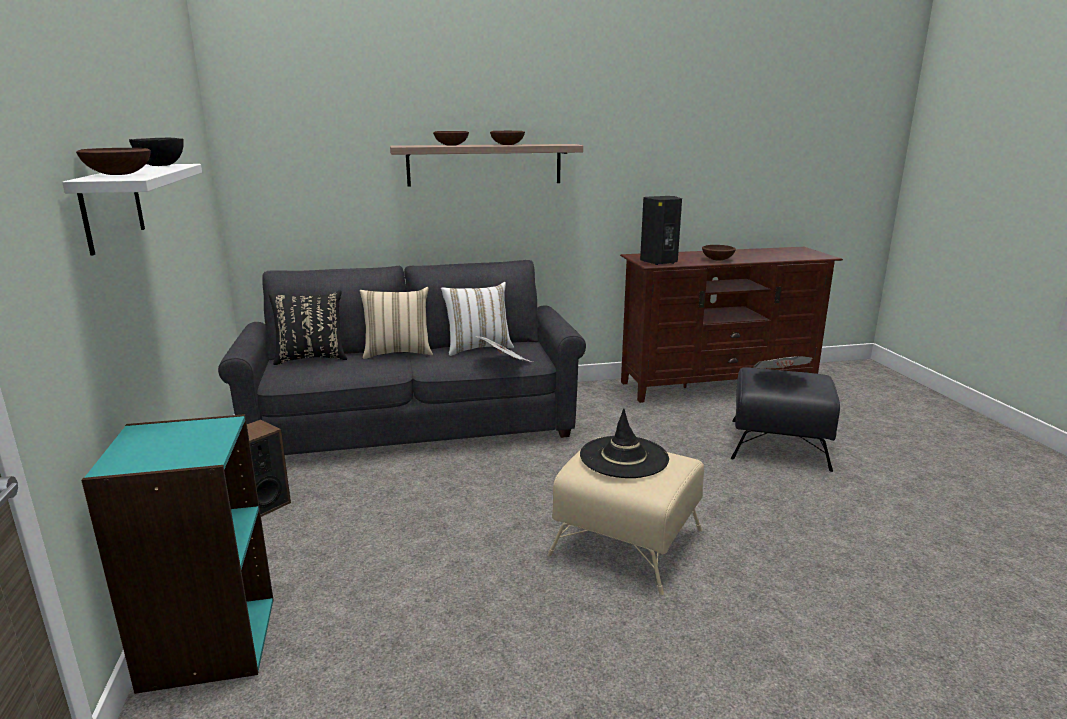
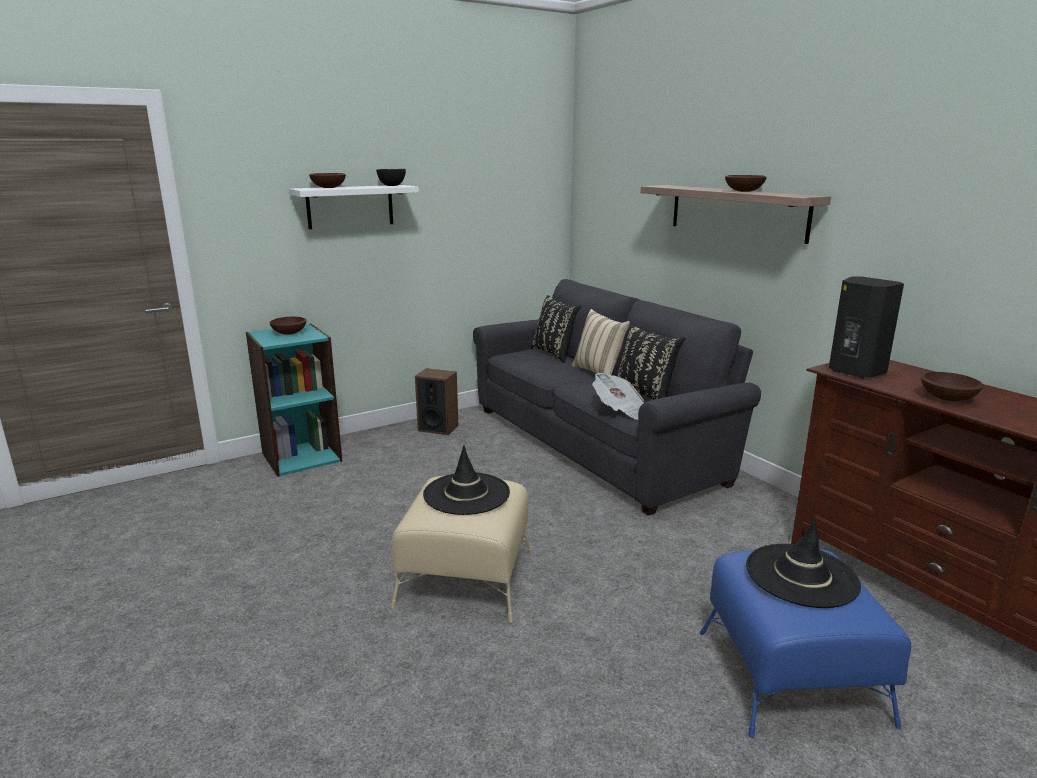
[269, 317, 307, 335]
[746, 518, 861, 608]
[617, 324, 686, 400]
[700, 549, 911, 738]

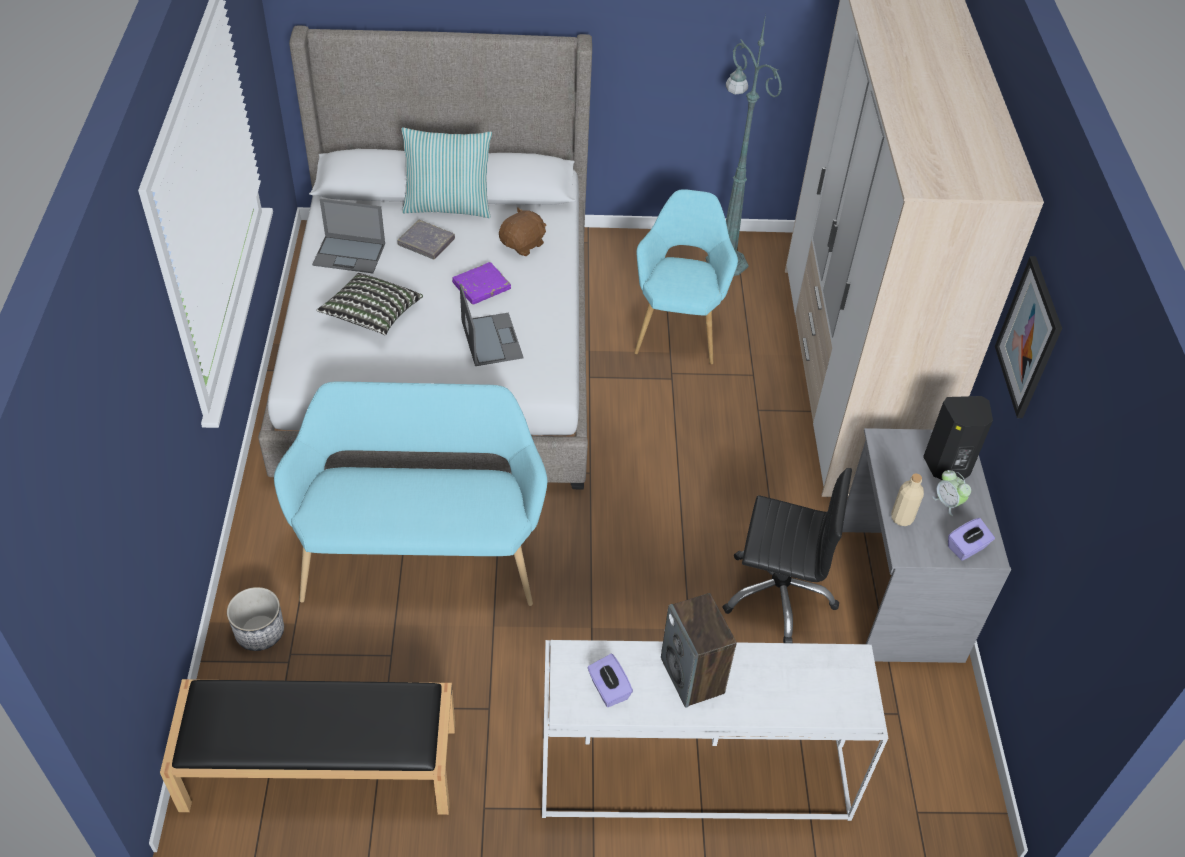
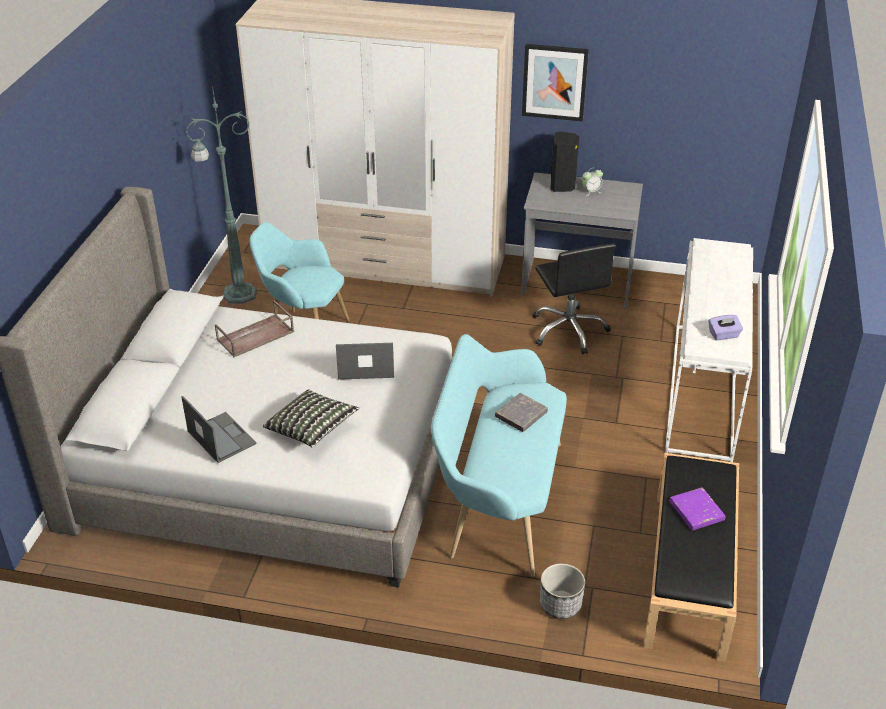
[401, 128, 492, 218] (first image)
[661, 593, 737, 708] (first image)
[891, 473, 924, 526] (first image)
[948, 518, 995, 561] (first image)
[495, 393, 548, 432]
[669, 487, 726, 530]
[215, 300, 294, 357]
[181, 396, 257, 463]
[532, 243, 615, 354]

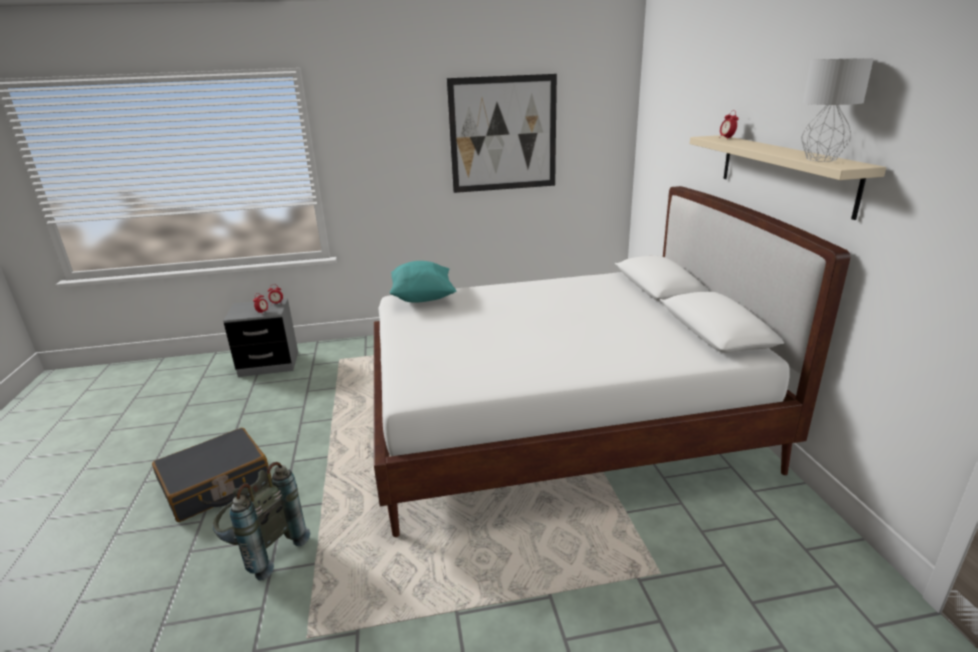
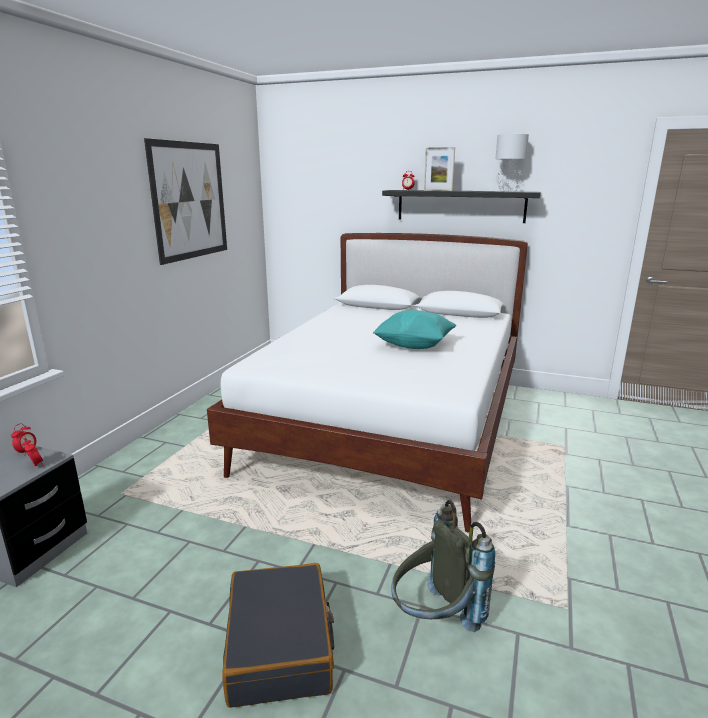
[424, 147, 455, 191]
[373, 310, 456, 349]
[382, 190, 541, 223]

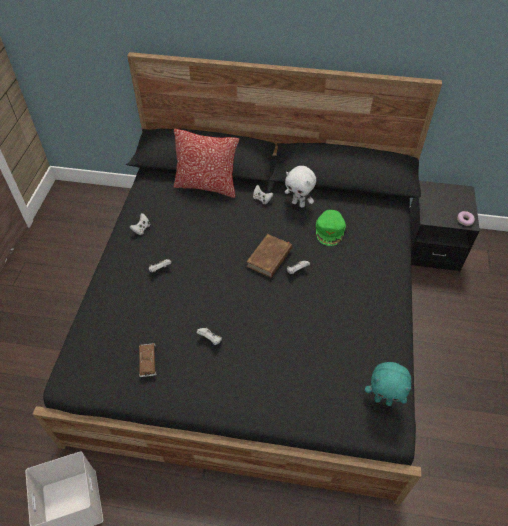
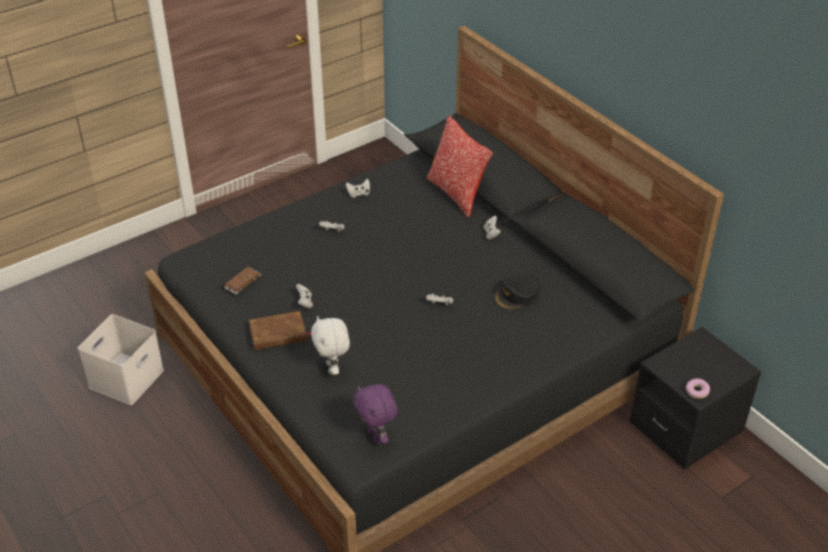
[249, 311, 311, 350]
[311, 316, 350, 375]
[494, 274, 541, 310]
[353, 384, 398, 444]

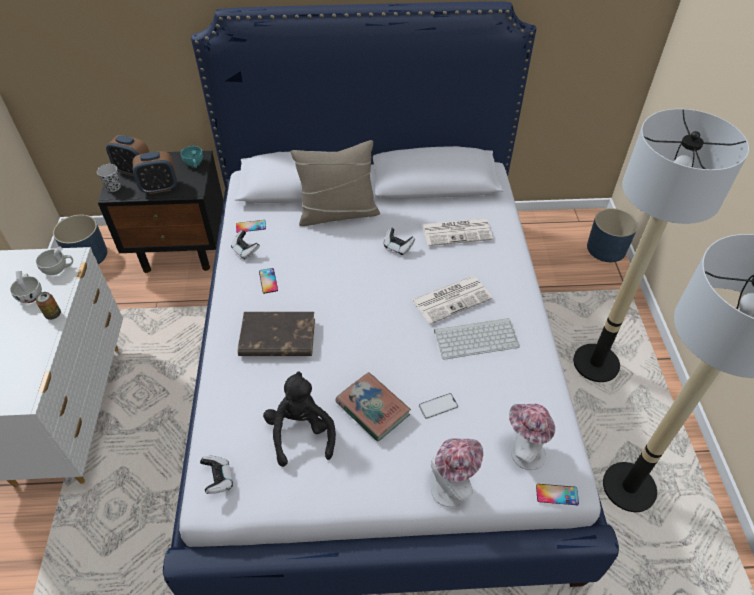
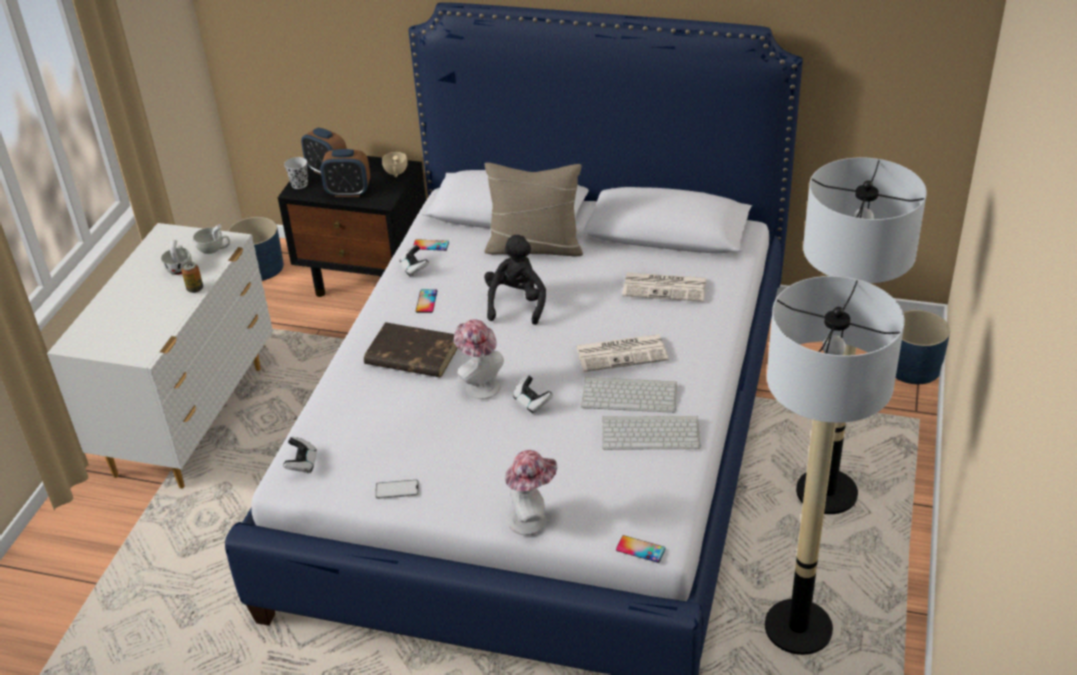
[335, 372, 411, 442] (first image)
[602, 416, 701, 450]
[484, 235, 546, 325]
[513, 375, 553, 413]
[375, 480, 419, 499]
[454, 319, 504, 399]
[382, 152, 408, 177]

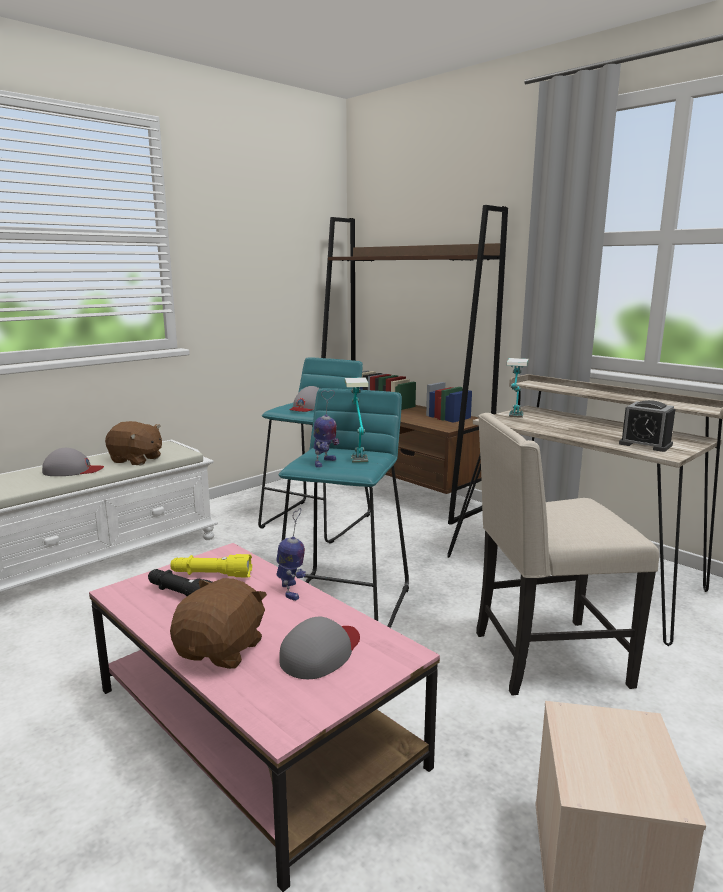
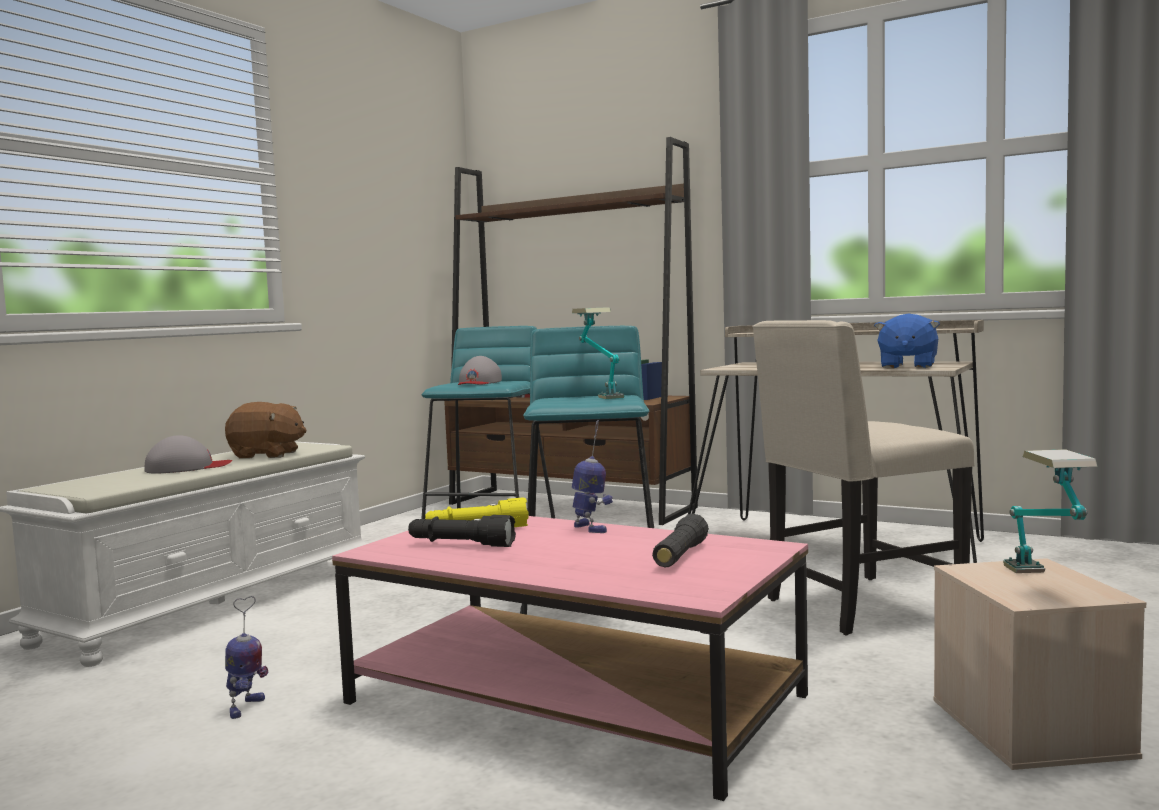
[170, 578, 267, 669] (first image)
[225, 596, 269, 719]
[1003, 449, 1098, 573]
[652, 514, 709, 568]
[874, 313, 940, 369]

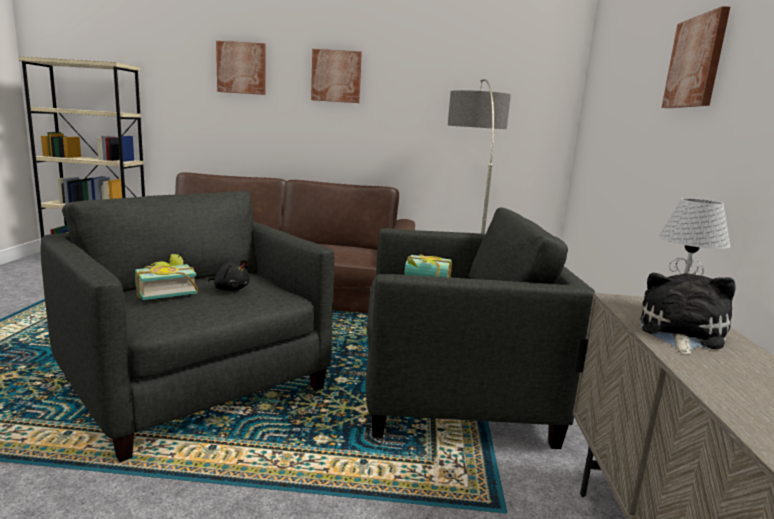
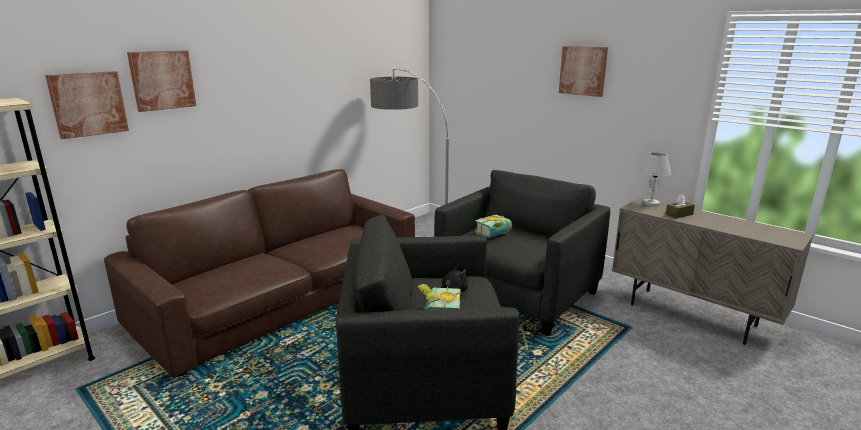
[45, 71, 129, 139]
[666, 194, 695, 219]

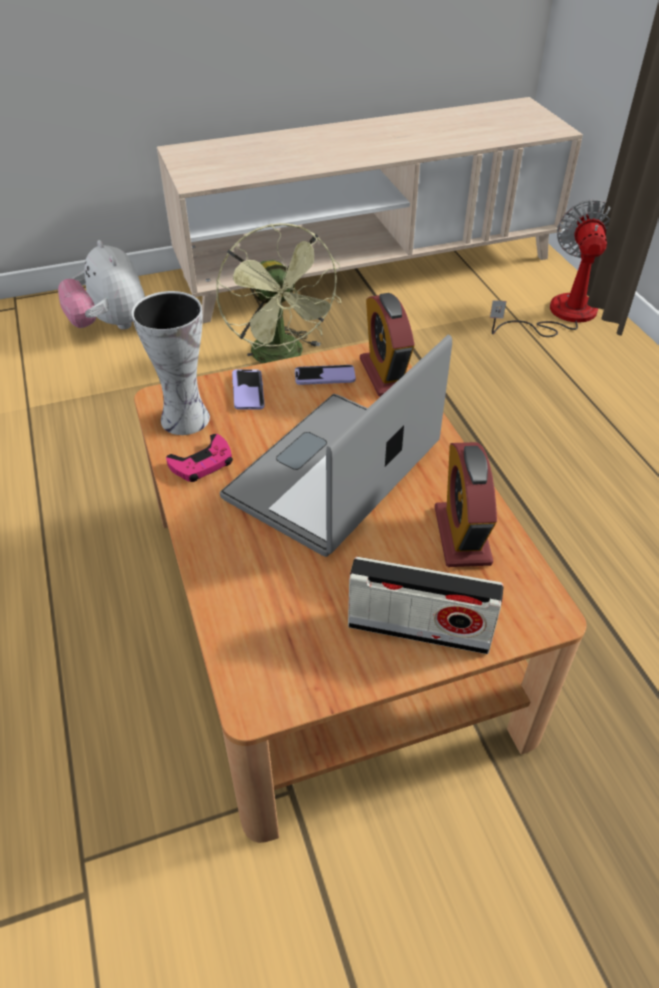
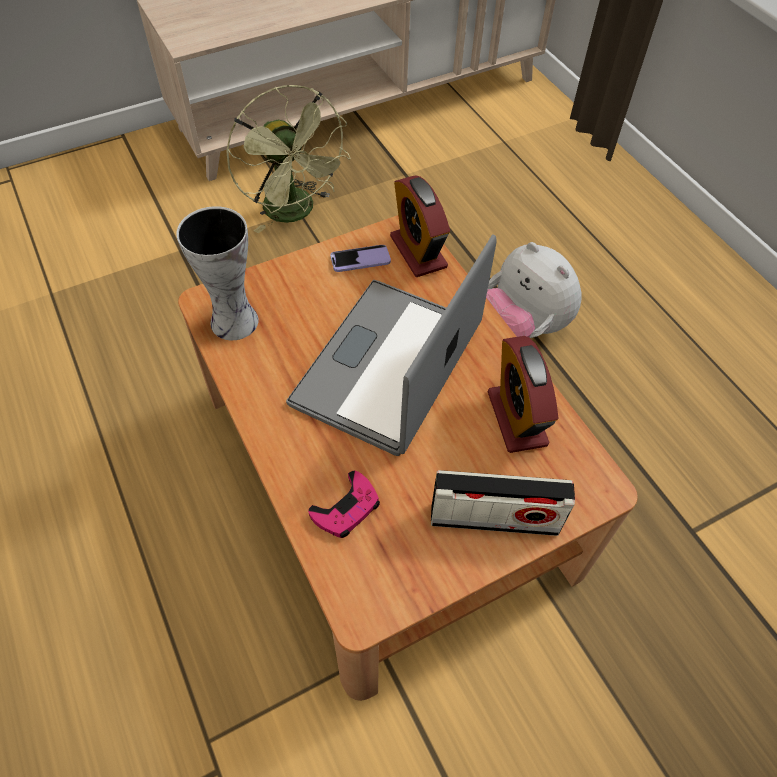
[232, 369, 265, 410] (first image)
[490, 199, 610, 337] (first image)
[486, 242, 582, 338]
[308, 470, 380, 538]

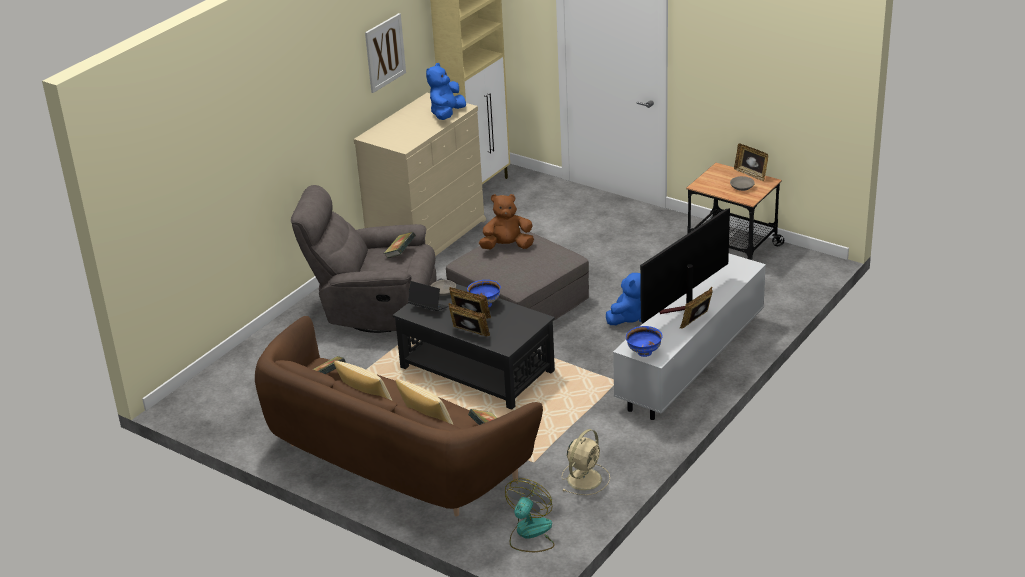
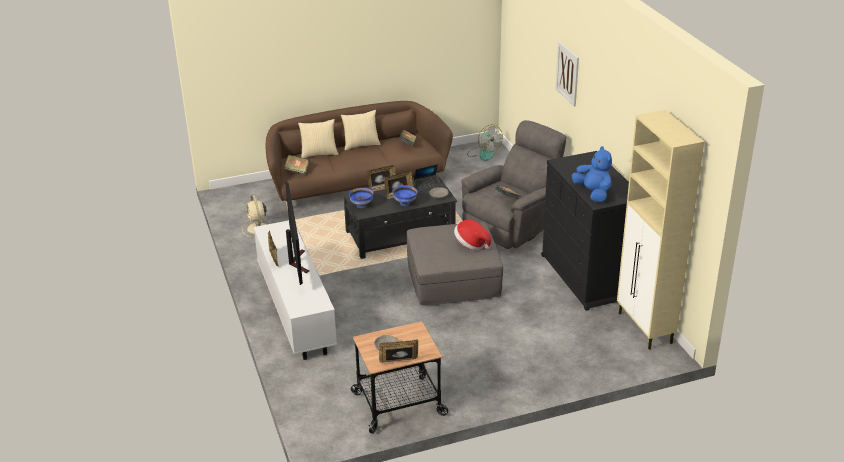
[606, 273, 641, 325] (first image)
[555, 41, 579, 106]
[467, 125, 503, 161]
[349, 188, 374, 208]
[454, 220, 491, 250]
[541, 151, 629, 311]

